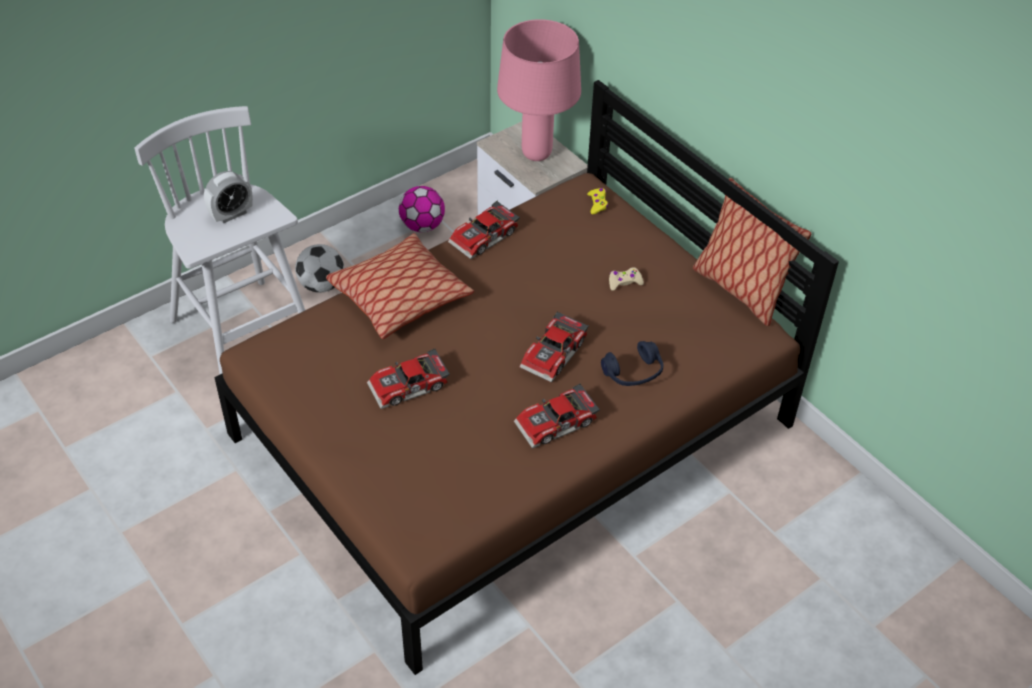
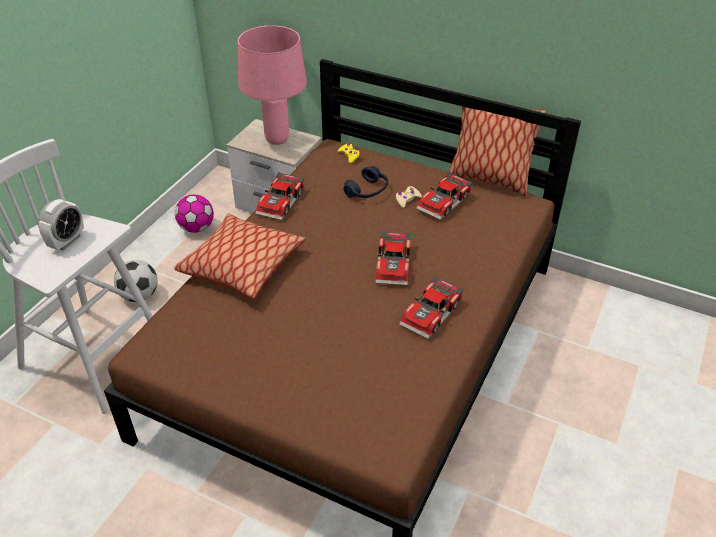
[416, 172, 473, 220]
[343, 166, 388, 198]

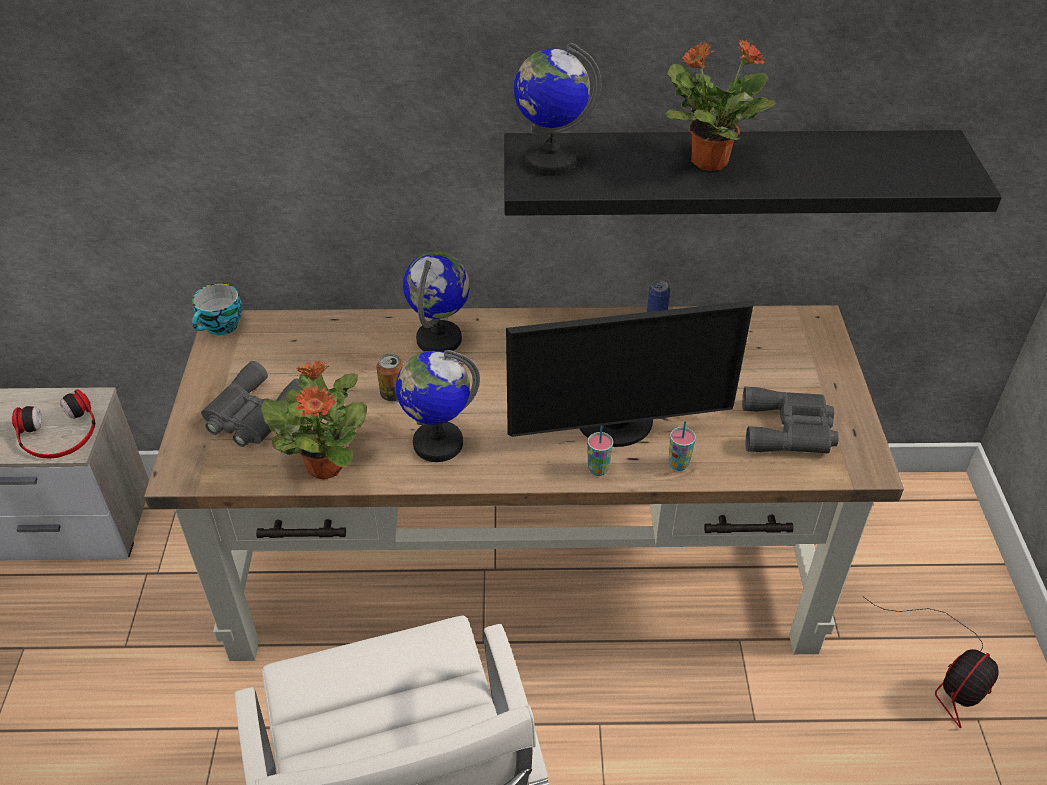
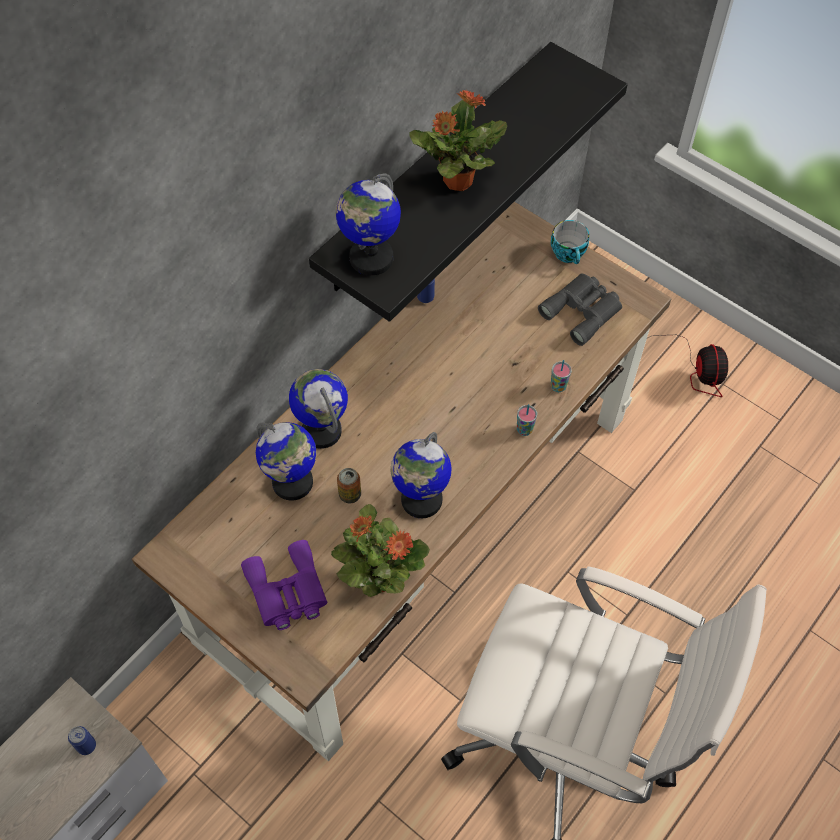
[506, 300, 754, 447] (first image)
[256, 422, 317, 501]
[551, 220, 589, 264]
[68, 726, 96, 755]
[241, 540, 327, 630]

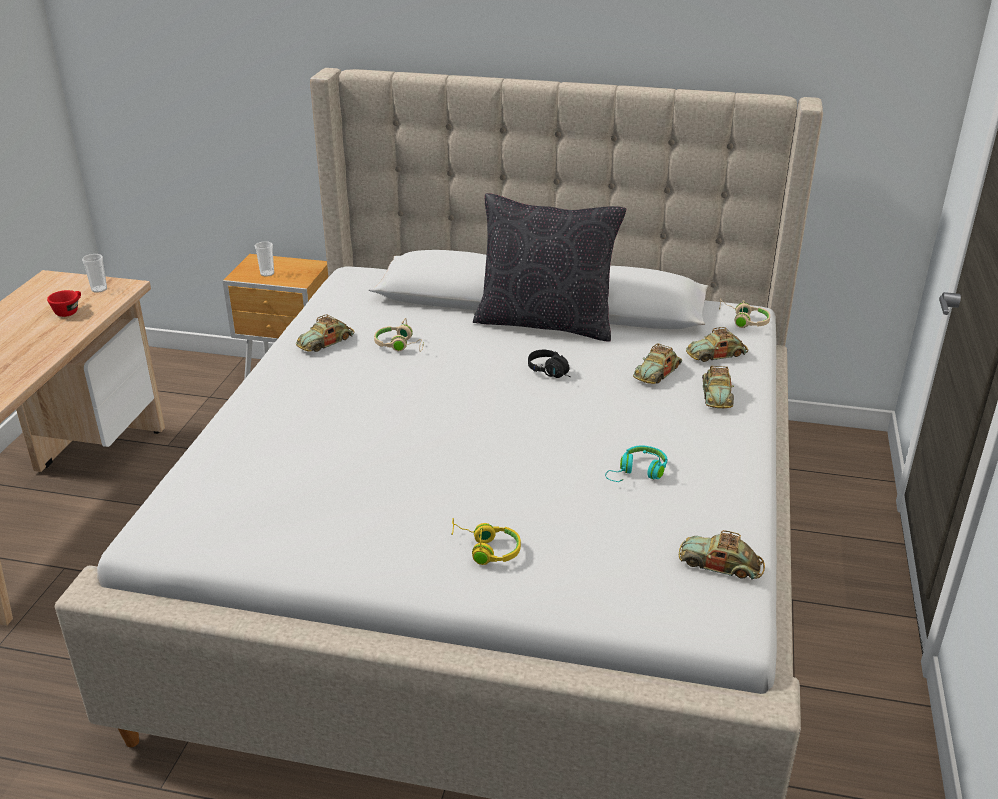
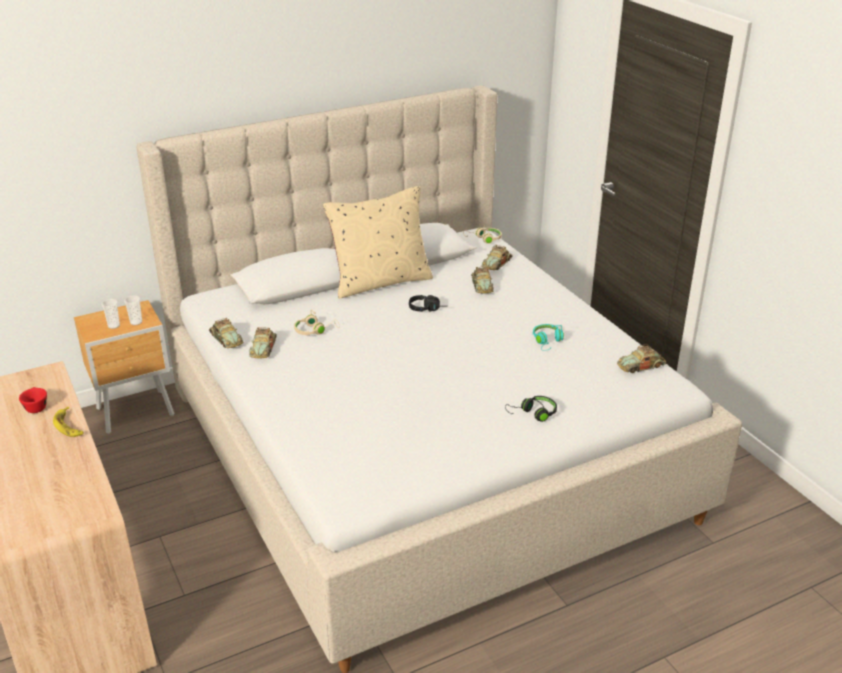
[53, 407, 84, 437]
[124, 296, 142, 325]
[209, 318, 243, 348]
[505, 396, 557, 422]
[323, 186, 433, 299]

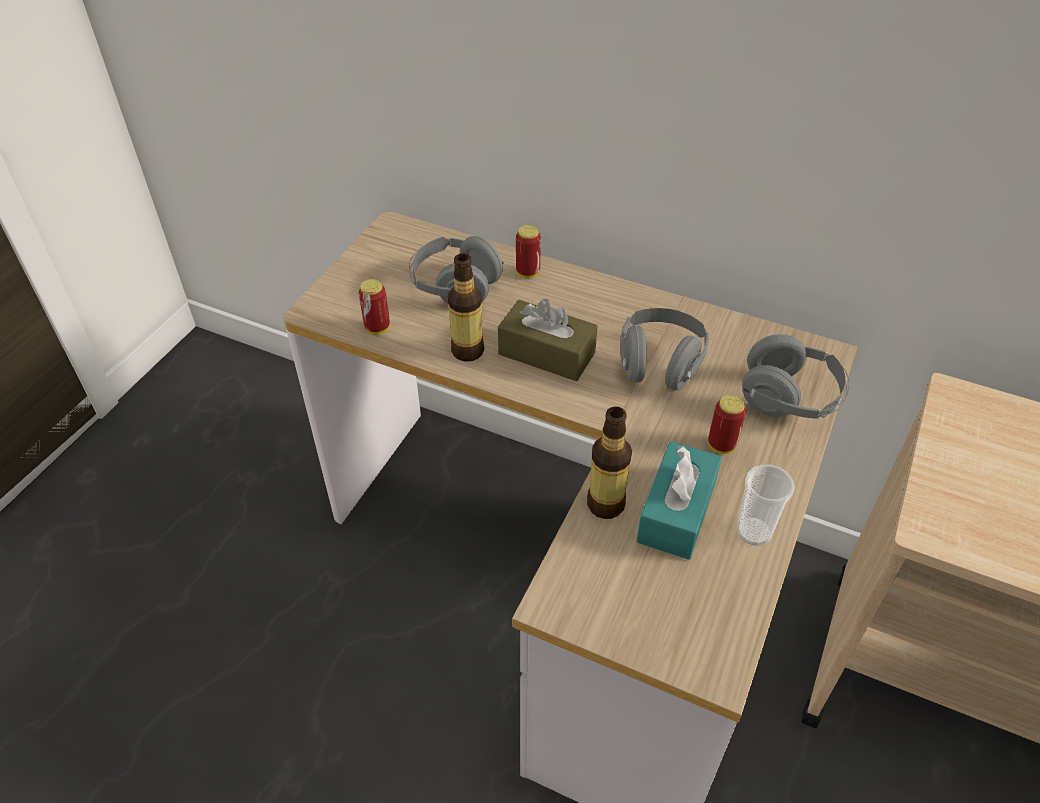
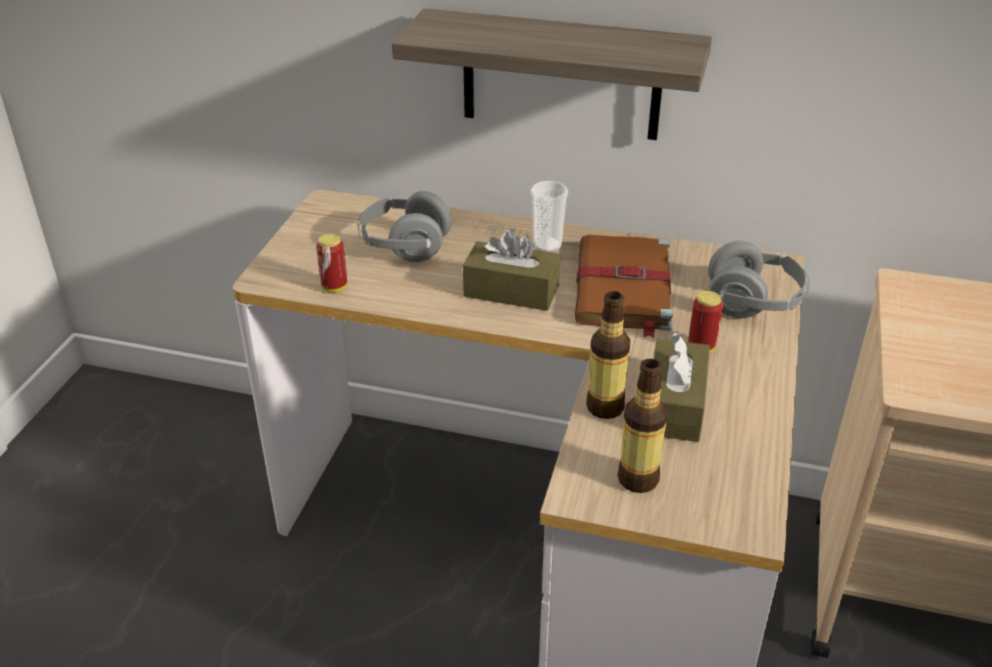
[516, 225, 541, 278] (first image)
[392, 8, 712, 140]
[617, 359, 667, 493]
[531, 181, 568, 252]
[574, 235, 673, 338]
[654, 333, 710, 442]

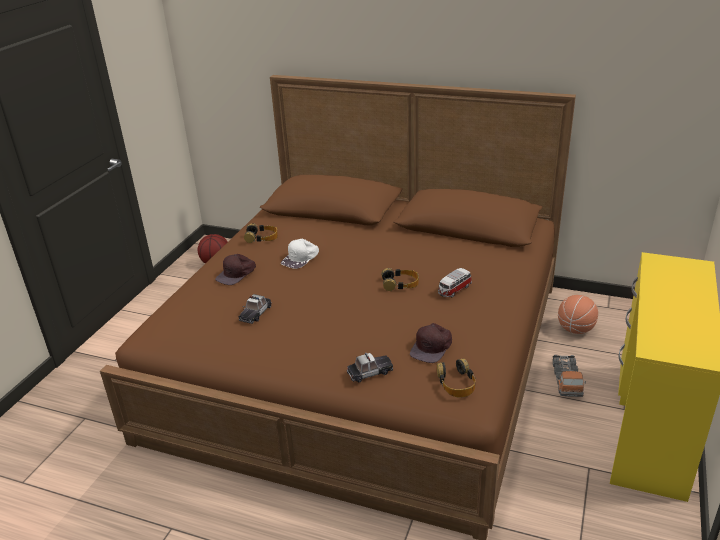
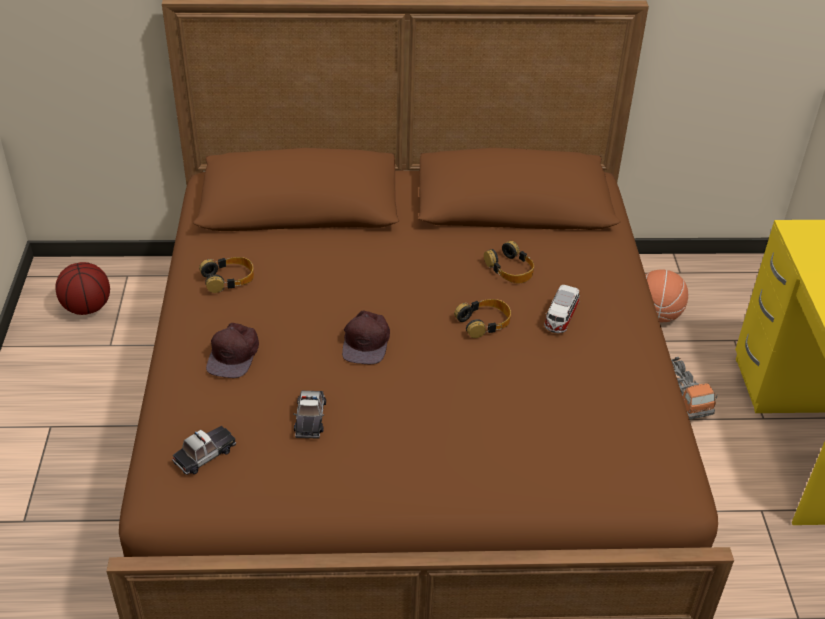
[281, 239, 319, 269] (first image)
[172, 426, 236, 475]
[342, 311, 390, 364]
[484, 241, 534, 284]

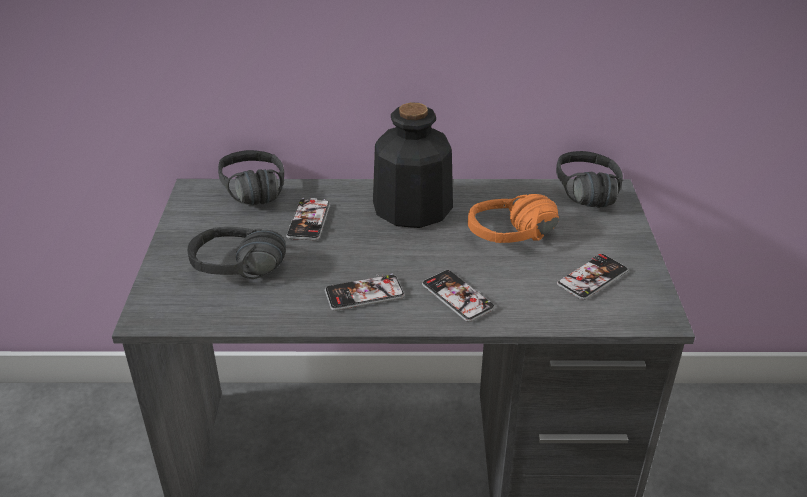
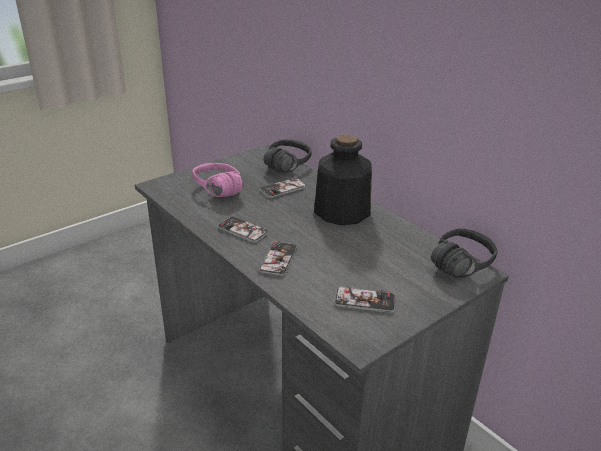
[468, 194, 559, 243] (first image)
[192, 163, 243, 197]

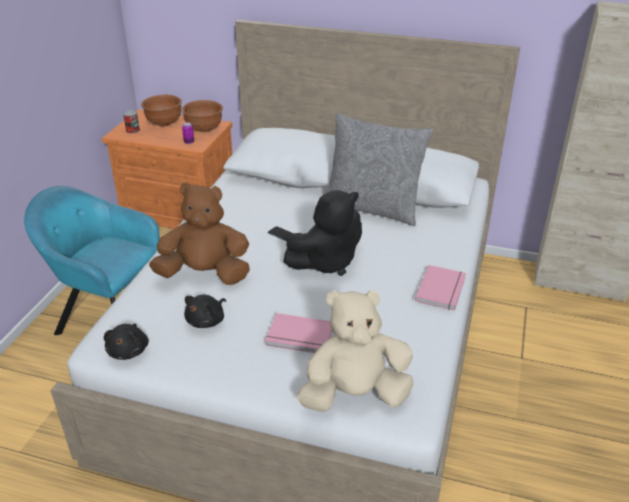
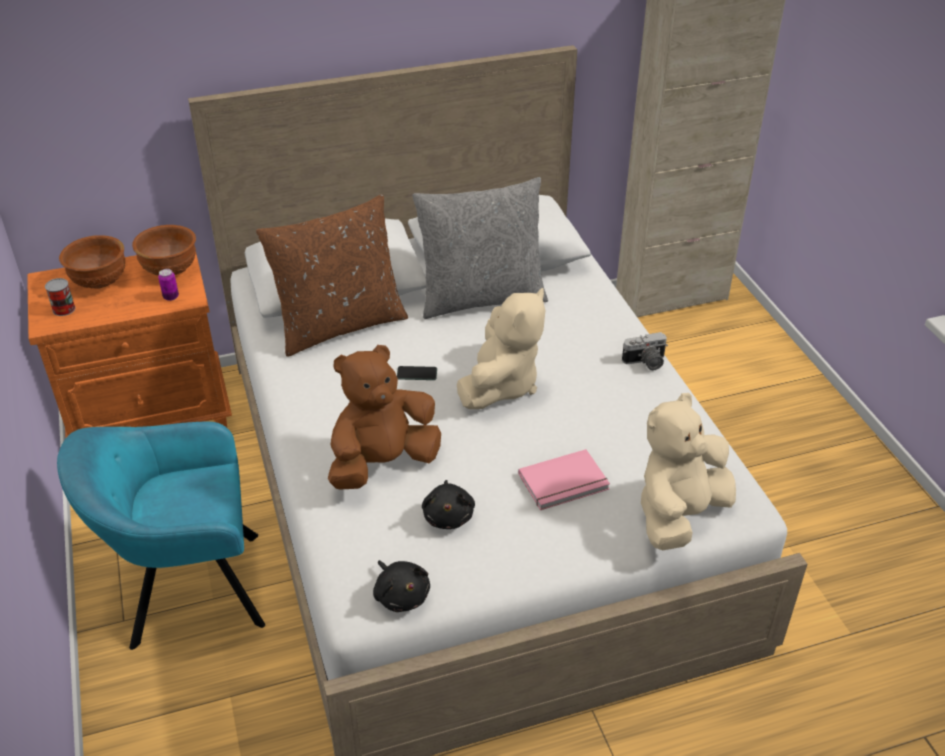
[256, 195, 408, 357]
[622, 332, 668, 370]
[457, 288, 545, 409]

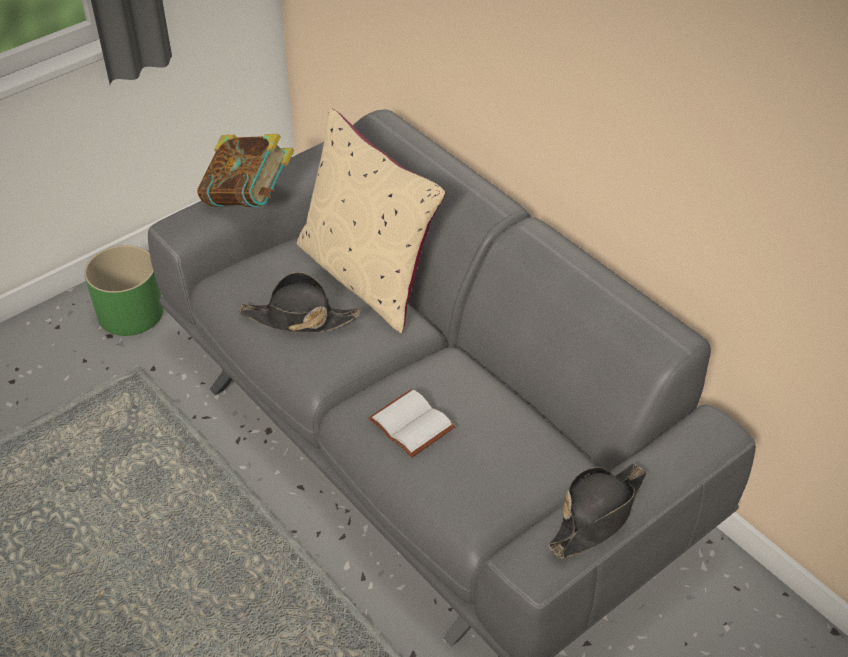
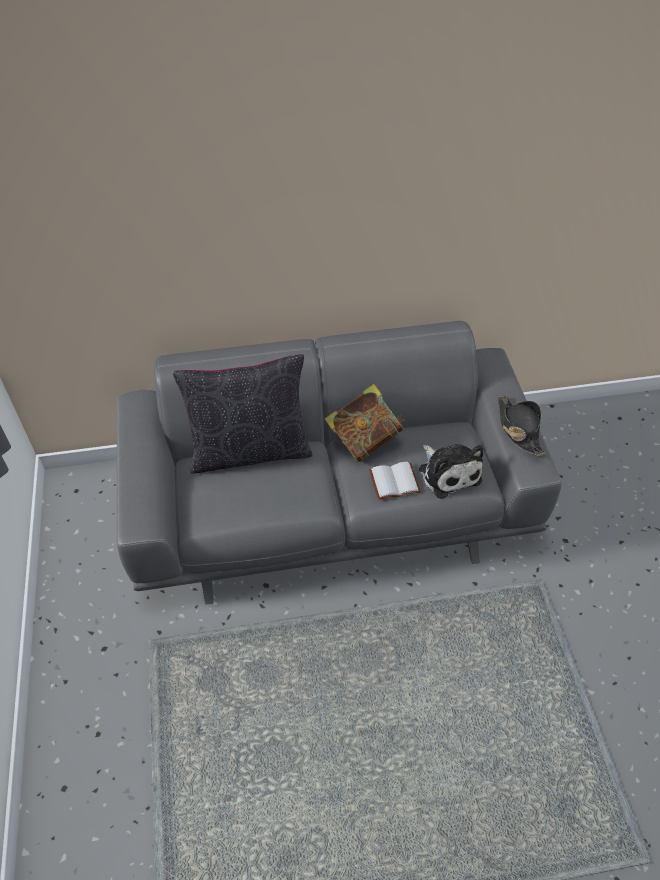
[84, 245, 163, 336] (first image)
[239, 272, 361, 332] (first image)
[419, 444, 483, 499]
[325, 384, 404, 462]
[173, 354, 313, 474]

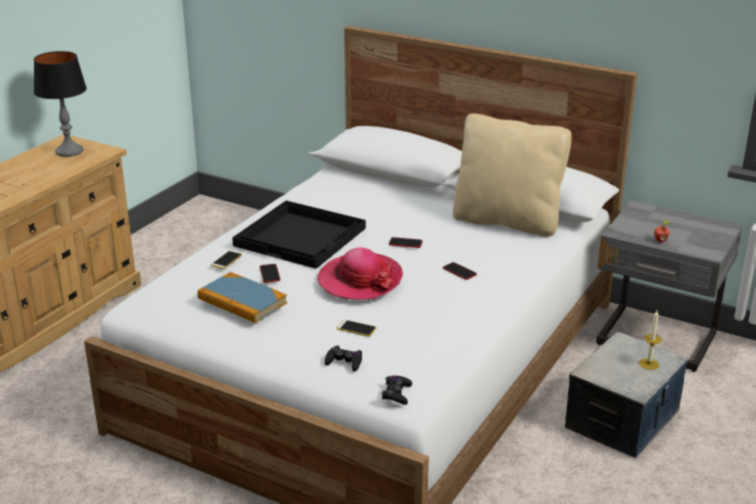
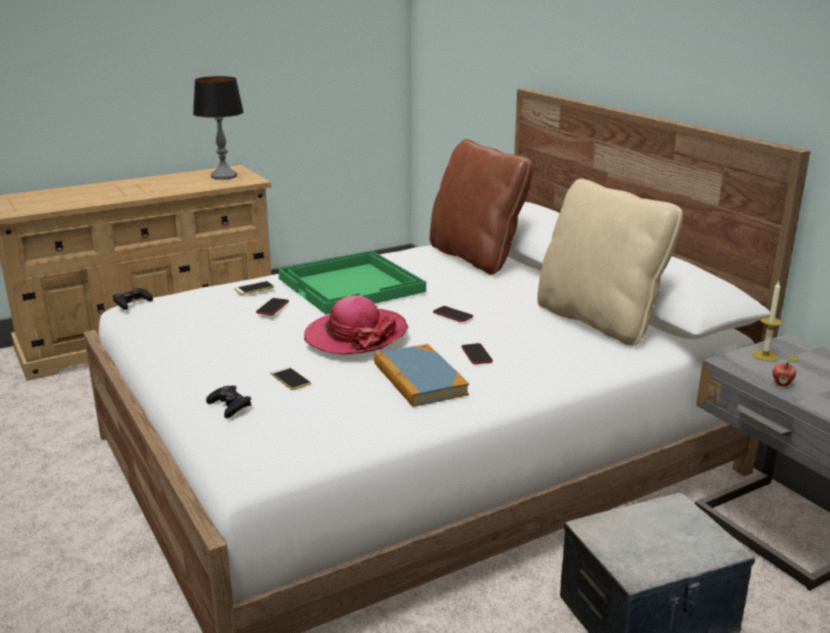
[429, 139, 533, 275]
[374, 344, 469, 407]
[113, 288, 153, 310]
[752, 281, 783, 362]
[278, 251, 426, 315]

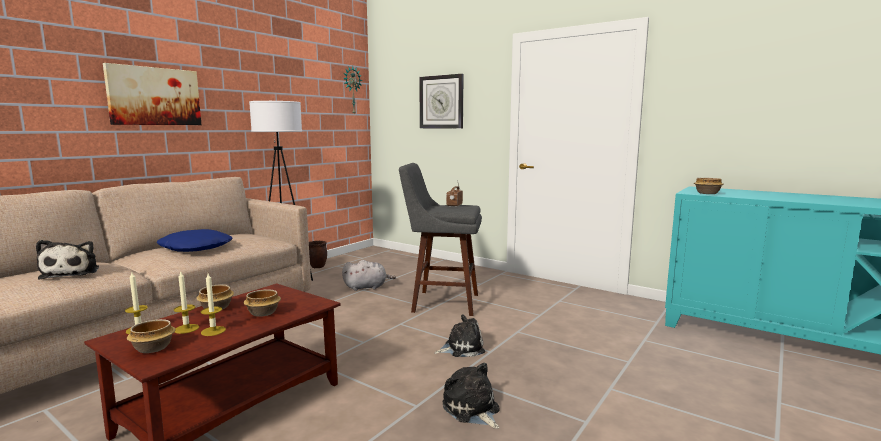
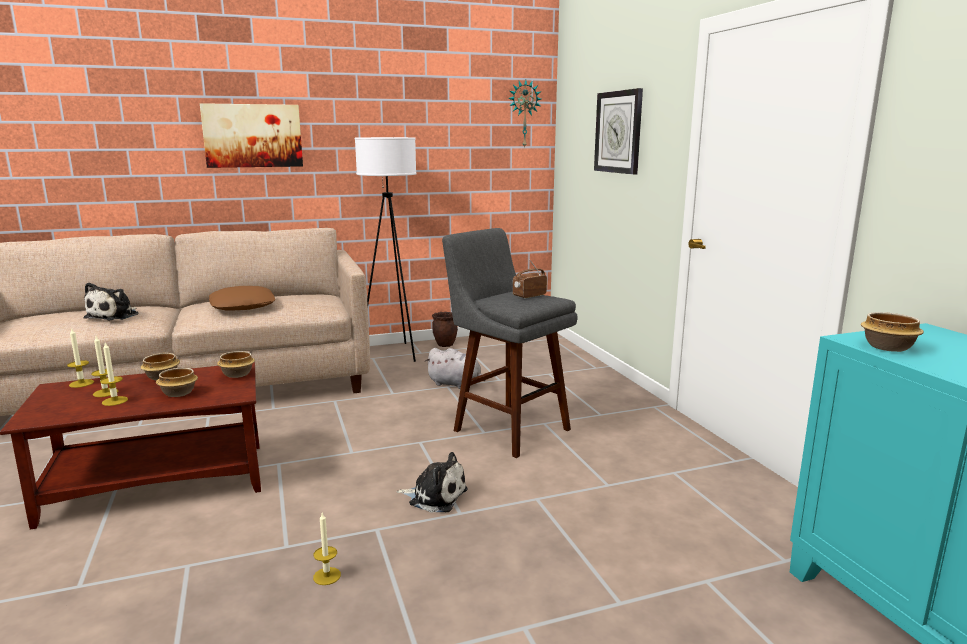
[217, 351, 255, 378]
[313, 513, 341, 585]
[209, 286, 275, 311]

